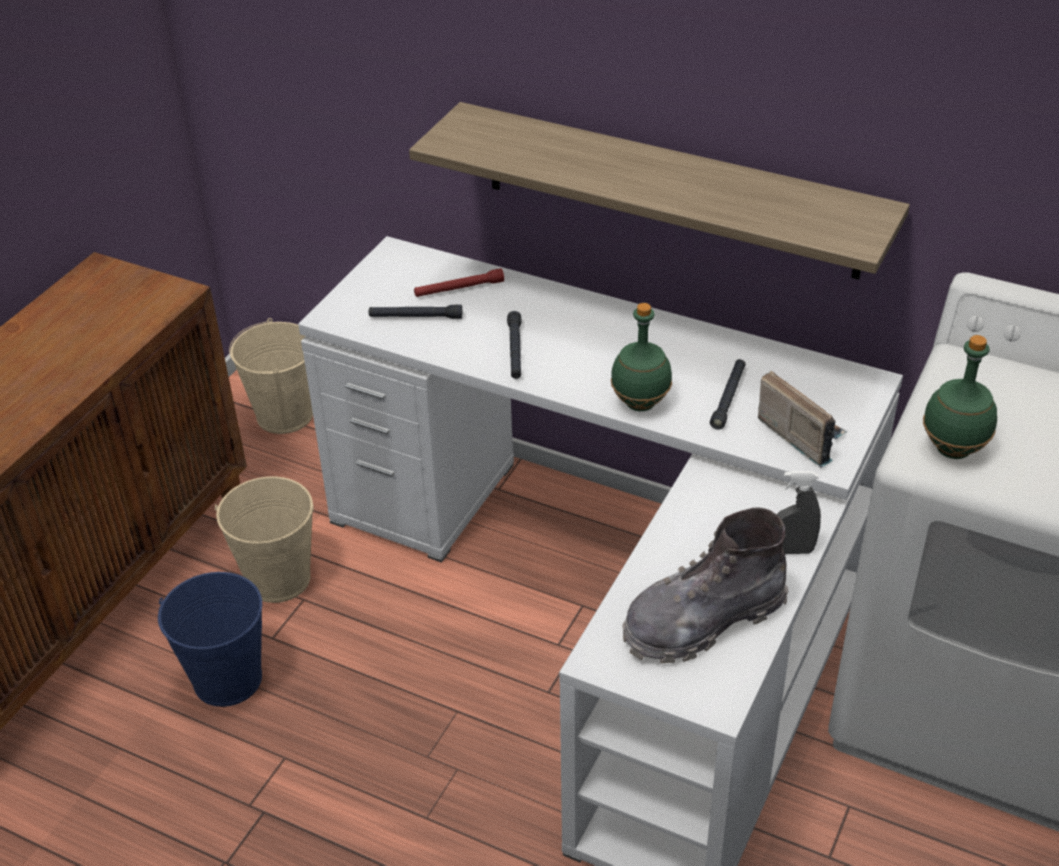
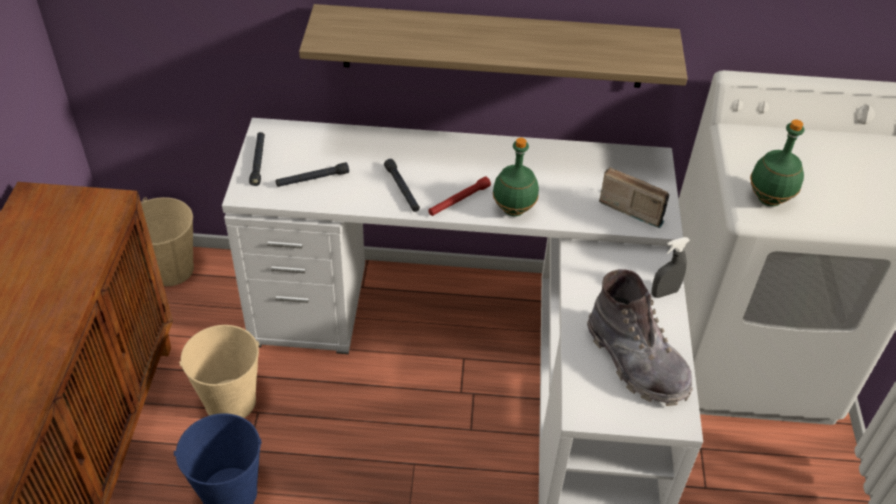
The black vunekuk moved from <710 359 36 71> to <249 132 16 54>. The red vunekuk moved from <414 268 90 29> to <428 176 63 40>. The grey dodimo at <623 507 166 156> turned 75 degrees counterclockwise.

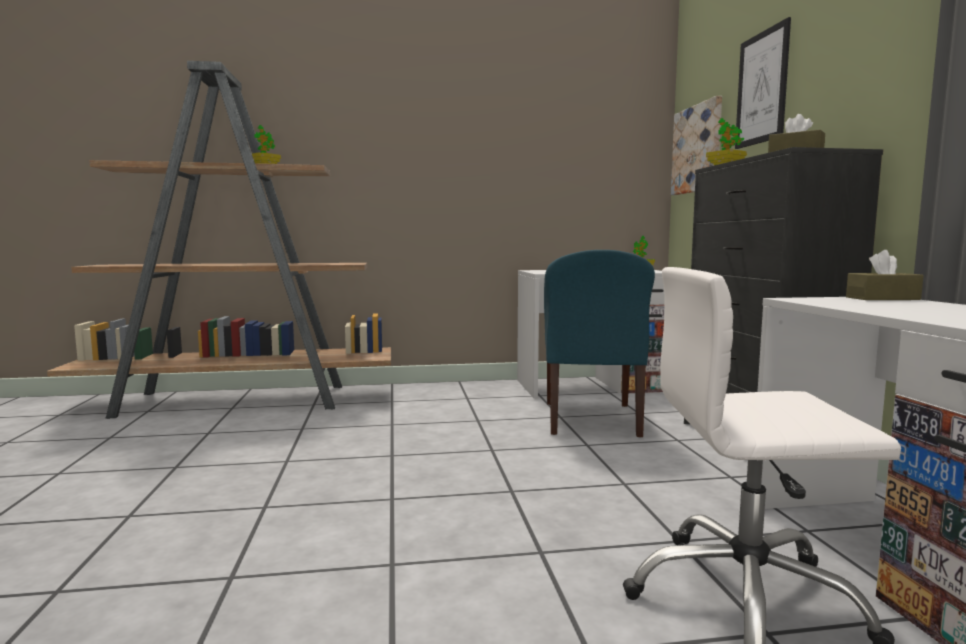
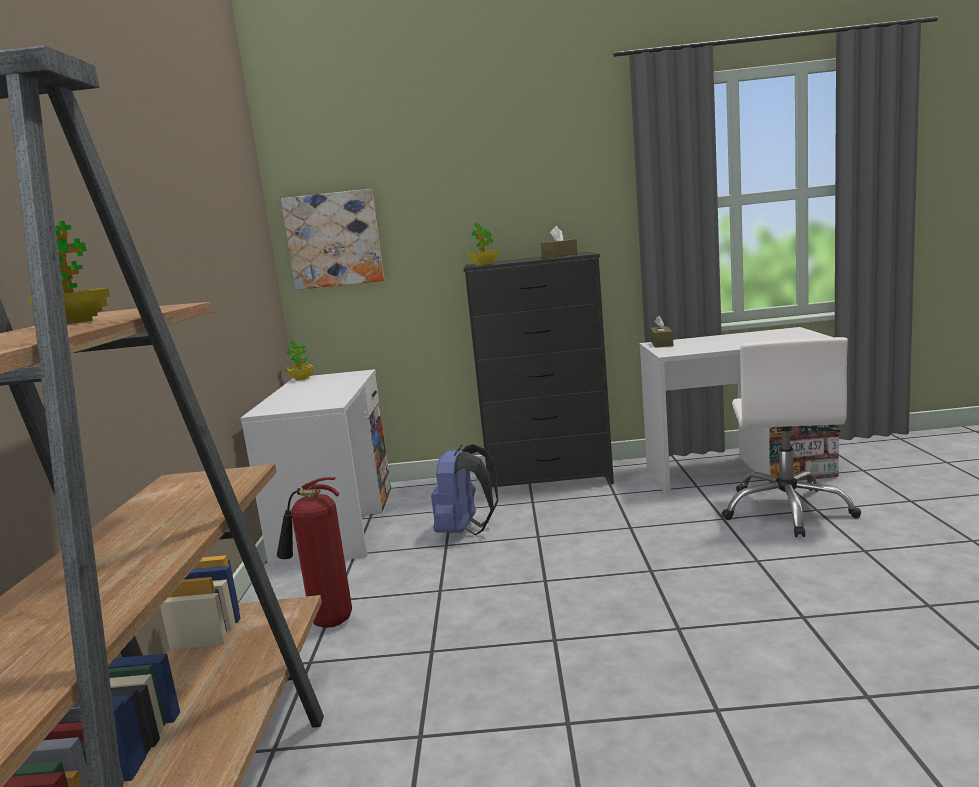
The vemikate at <277 477 75 151> appeared. The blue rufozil at <544 250 111 188> was replaced by the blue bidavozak at <431 444 67 92>. The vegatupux at <735 17 56 132> disappeared.

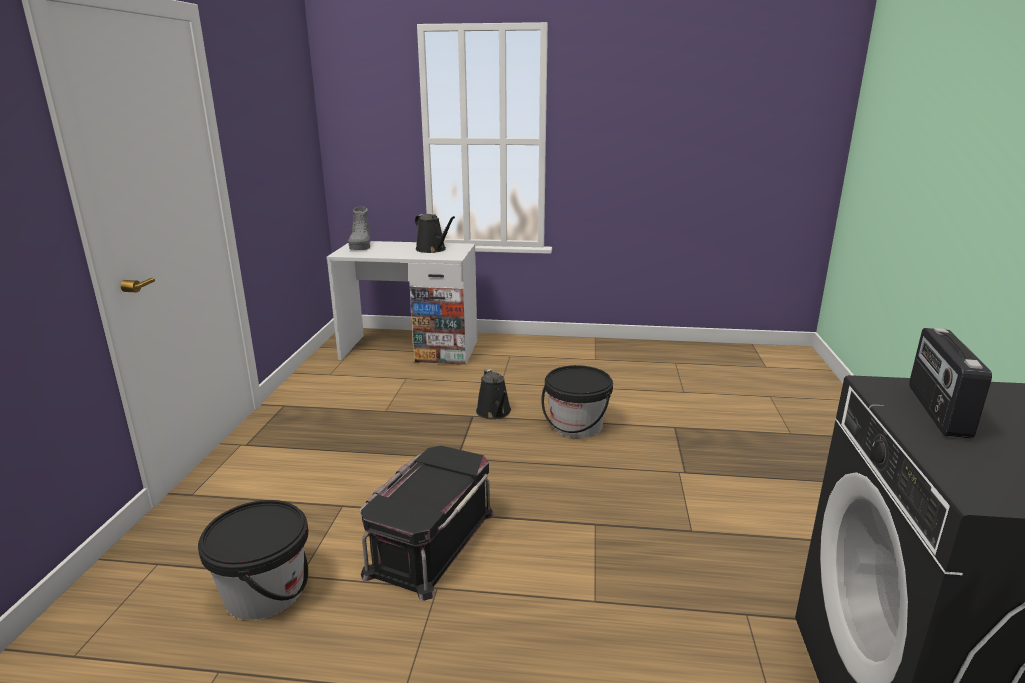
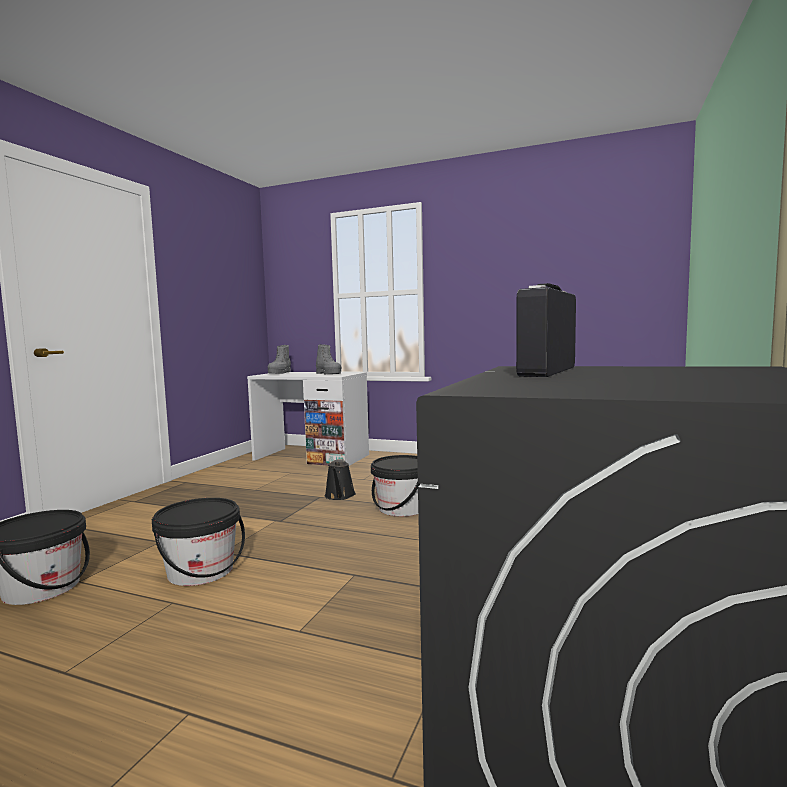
The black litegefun at <359 446 136 155> was replaced by the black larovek at <152 498 93 88>. The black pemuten at <415 214 40 39> was replaced by the grey dodimo at <316 344 25 30>.

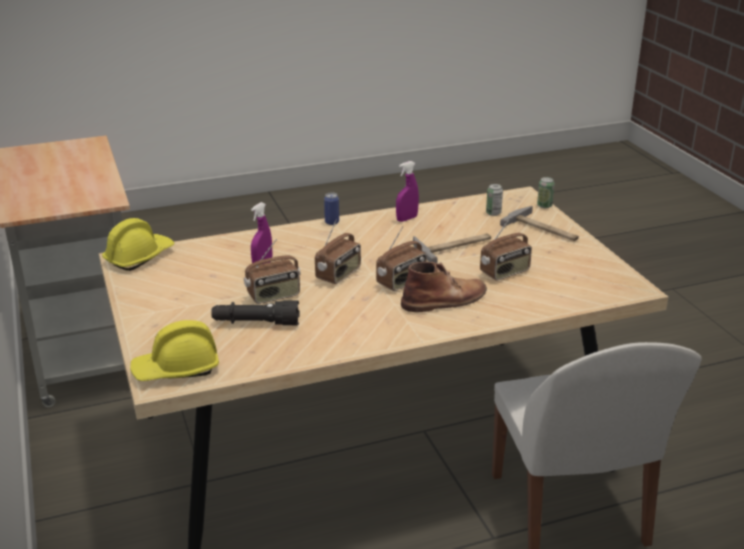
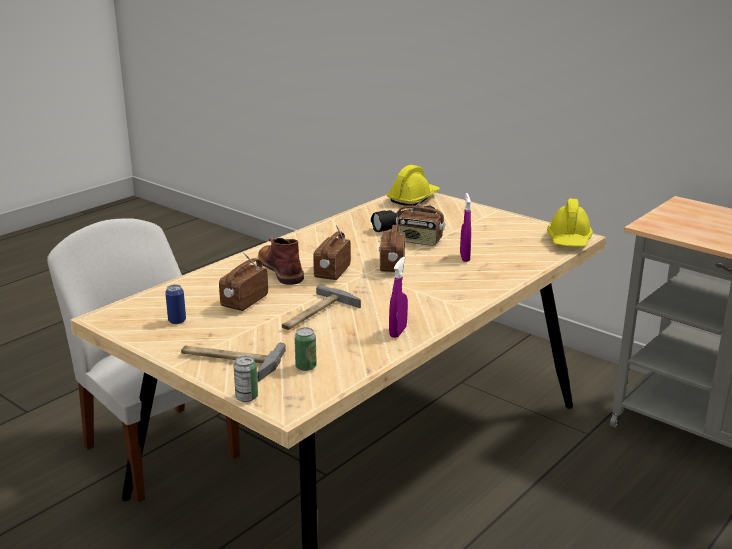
The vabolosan moved from <324 192 15 33> to <165 284 21 40>. The brown dodimo at <401 262 86 50> turned 120 degrees clockwise. The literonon at <244 239 56 65> turned 105 degrees counterclockwise.

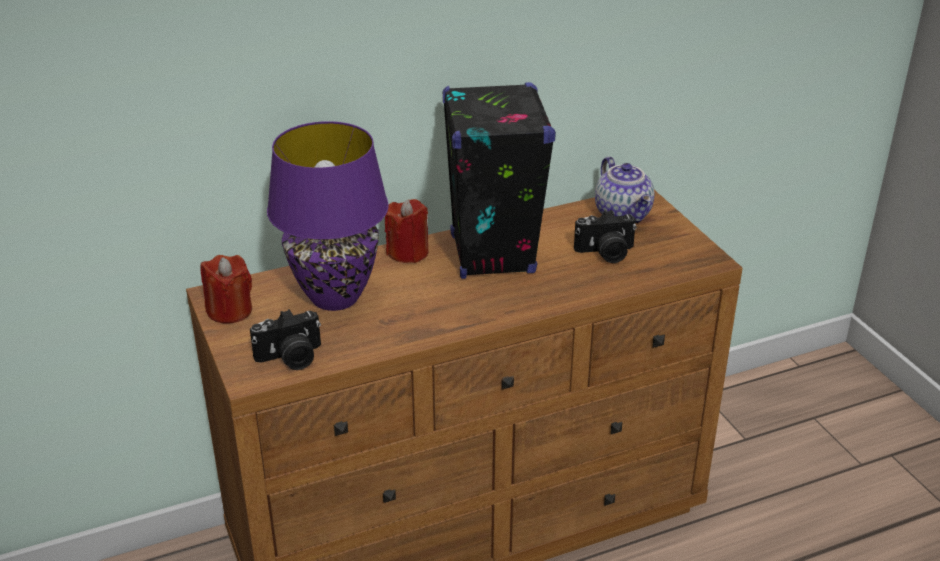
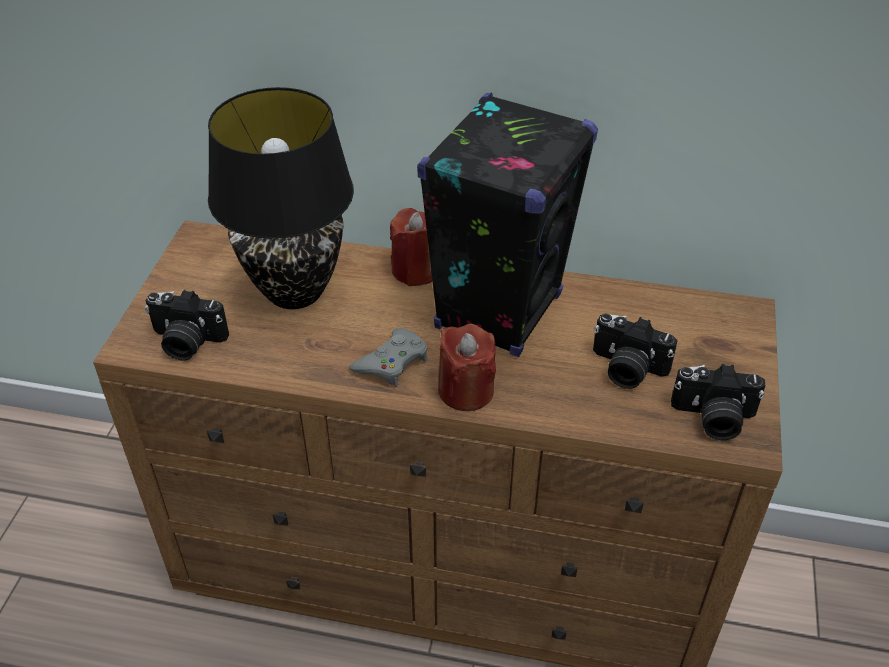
The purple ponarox at <267 121 122 190> became the black ponarox at <208 87 146 222>. The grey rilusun at <349 328 79 58> appeared. The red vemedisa moved from <201 255 51 69> to <438 324 58 87>. The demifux at <671 364 94 76> appeared. The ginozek at <595 156 59 67> disappeared.

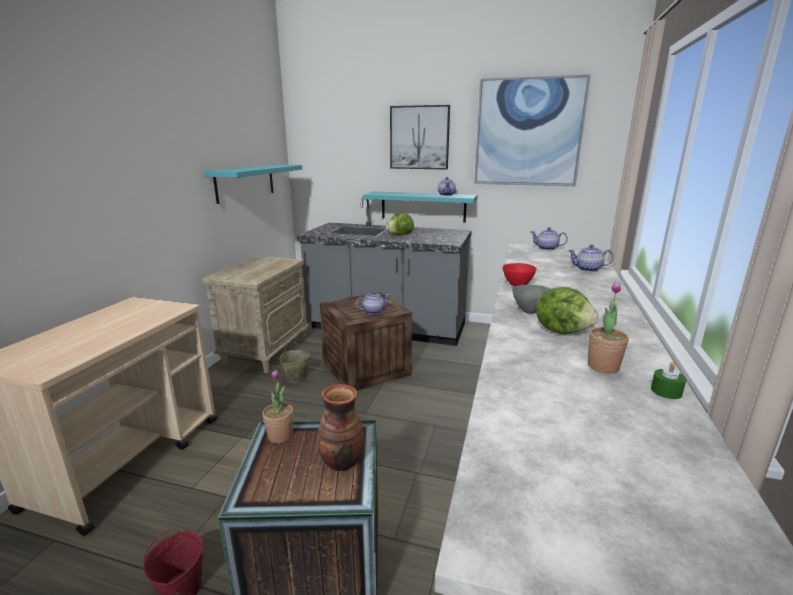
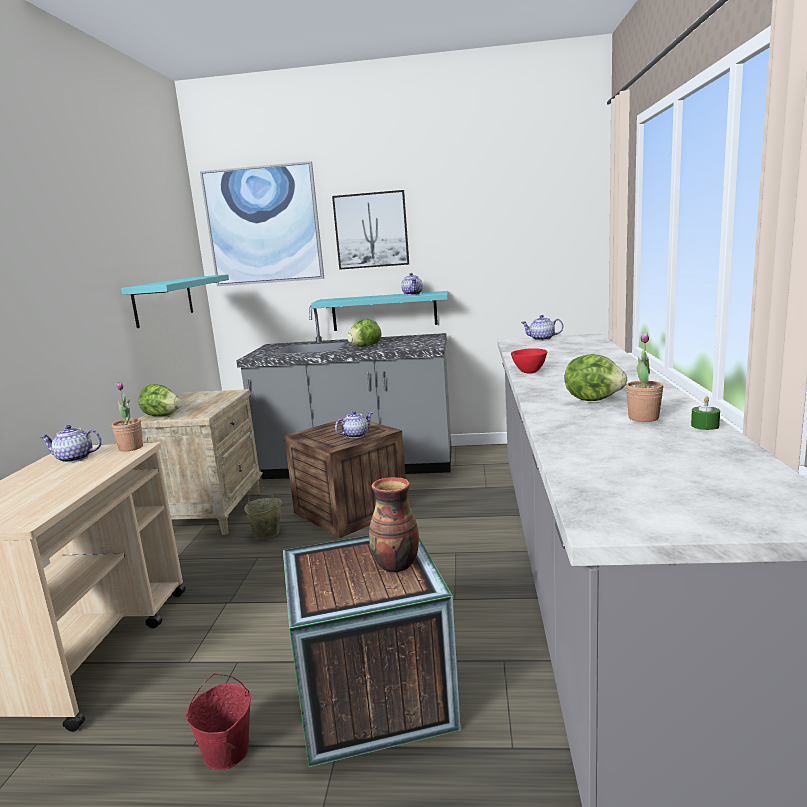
The ginozek moved from <568 244 46 28> to <40 425 62 38>. The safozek moved from <262 370 31 73> to <112 382 31 70>. The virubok at <138 384 43 32> appeared. The vegatupux moved from <474 74 117 112> to <200 161 124 125>. The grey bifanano at <512 285 38 29> disappeared.

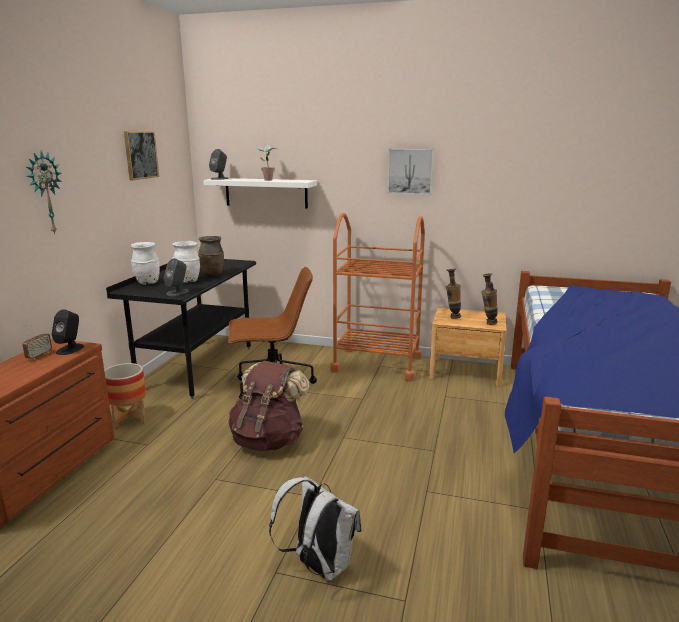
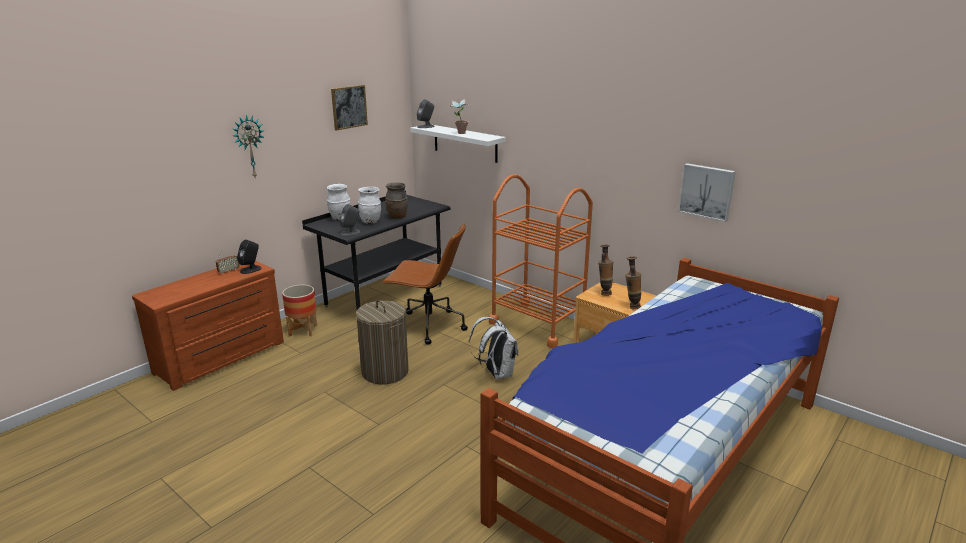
The brown bidavozak at <228 361 82 91> was replaced by the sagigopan at <356 300 53 84>. The white bidavozak moved from <269 476 93 105> to <469 317 49 62>. The vegatupux moved from <388 149 46 46> to <678 163 58 59>.

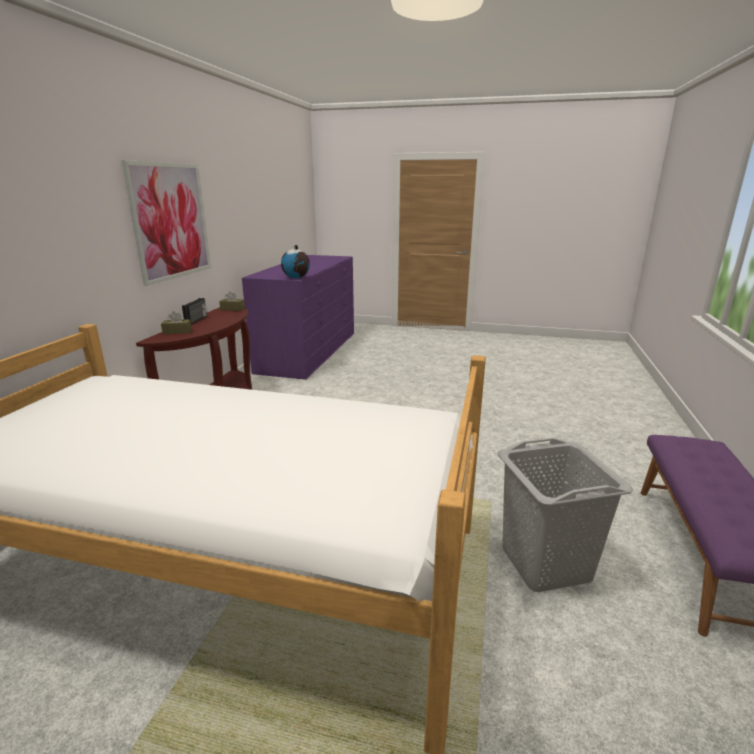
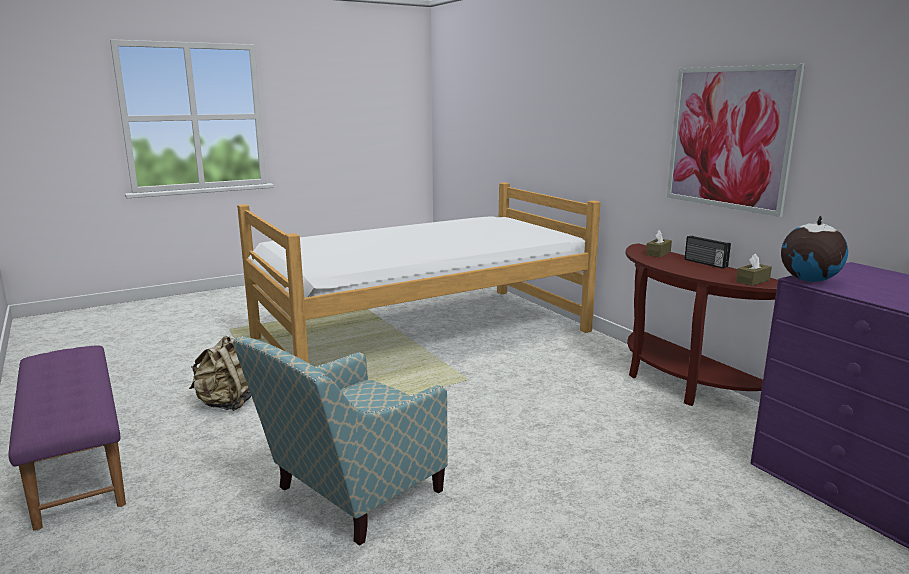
The grey sagigopan at <498 438 136 154> was replaced by the beige bidavozak at <189 336 62 75>. The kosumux at <233 336 215 210> appeared.

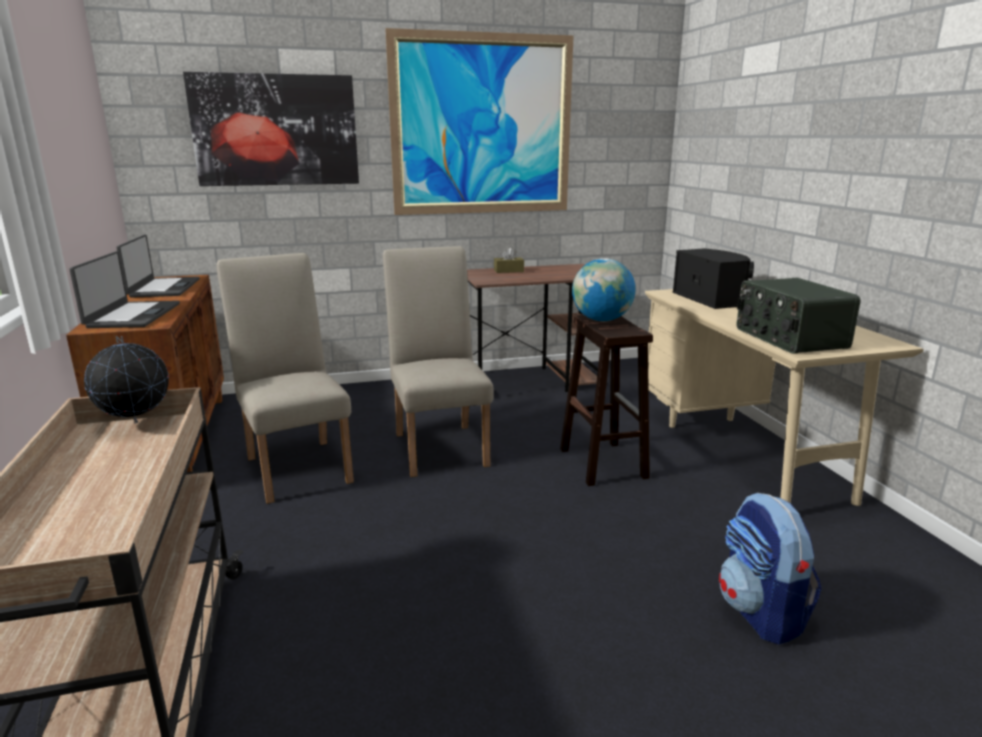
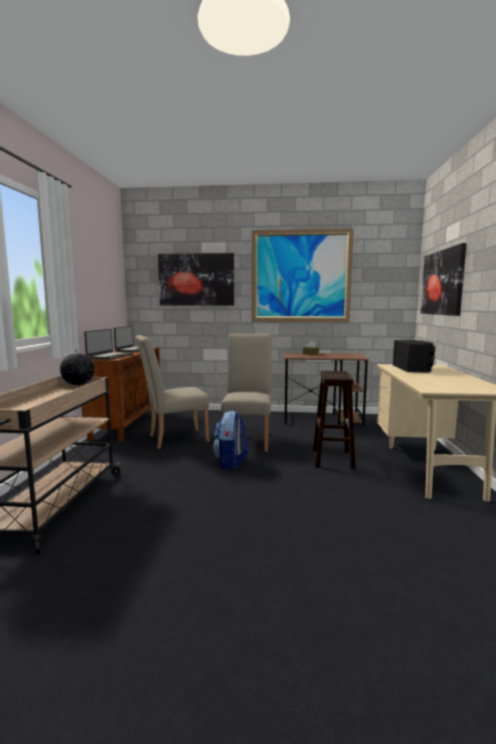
The beige rufozil at <216 253 138 251> turned 105 degrees counterclockwise. The bidavozak moved from <719 493 103 152> to <213 410 35 59>. The vegatupux at <421 243 46 73> appeared. The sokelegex at <572 258 64 63> disappeared. The literonon at <736 278 125 76> disappeared.

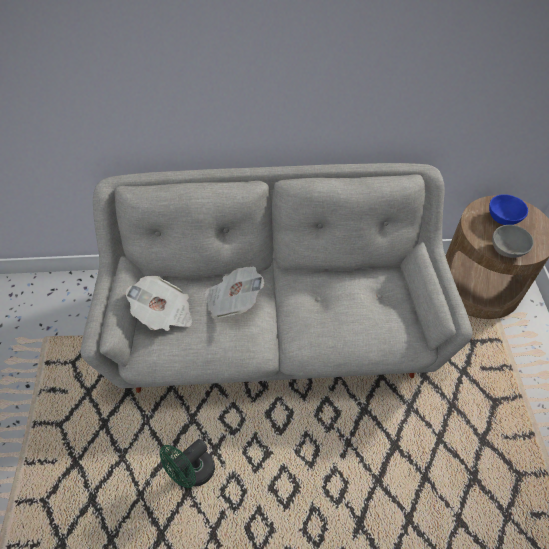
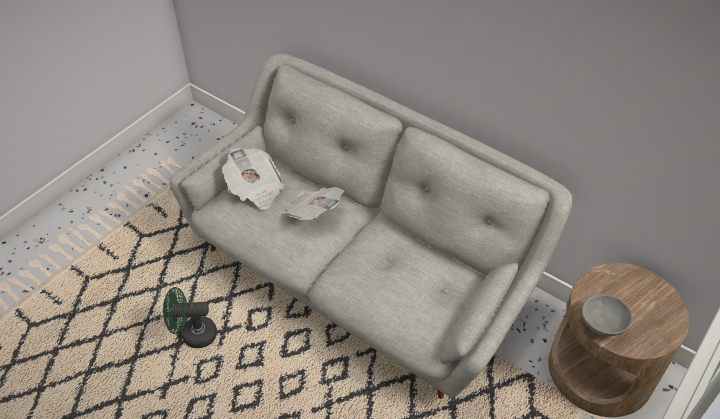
The blue bifanano at <489 194 39 31> disappeared.

